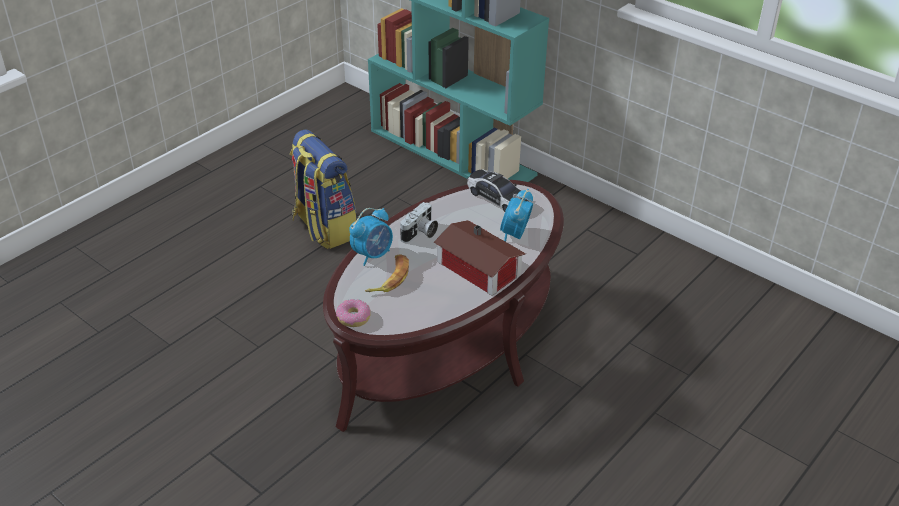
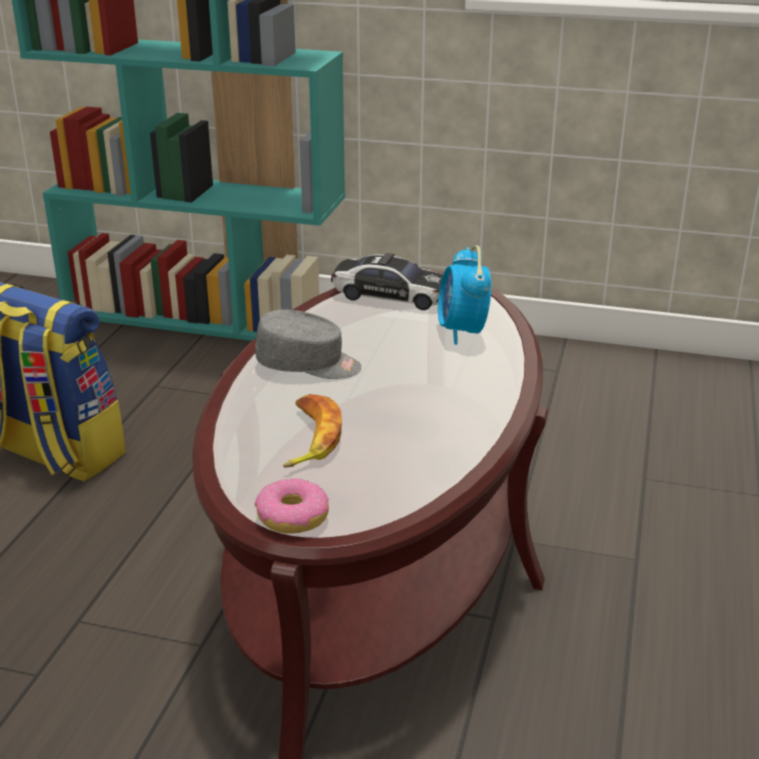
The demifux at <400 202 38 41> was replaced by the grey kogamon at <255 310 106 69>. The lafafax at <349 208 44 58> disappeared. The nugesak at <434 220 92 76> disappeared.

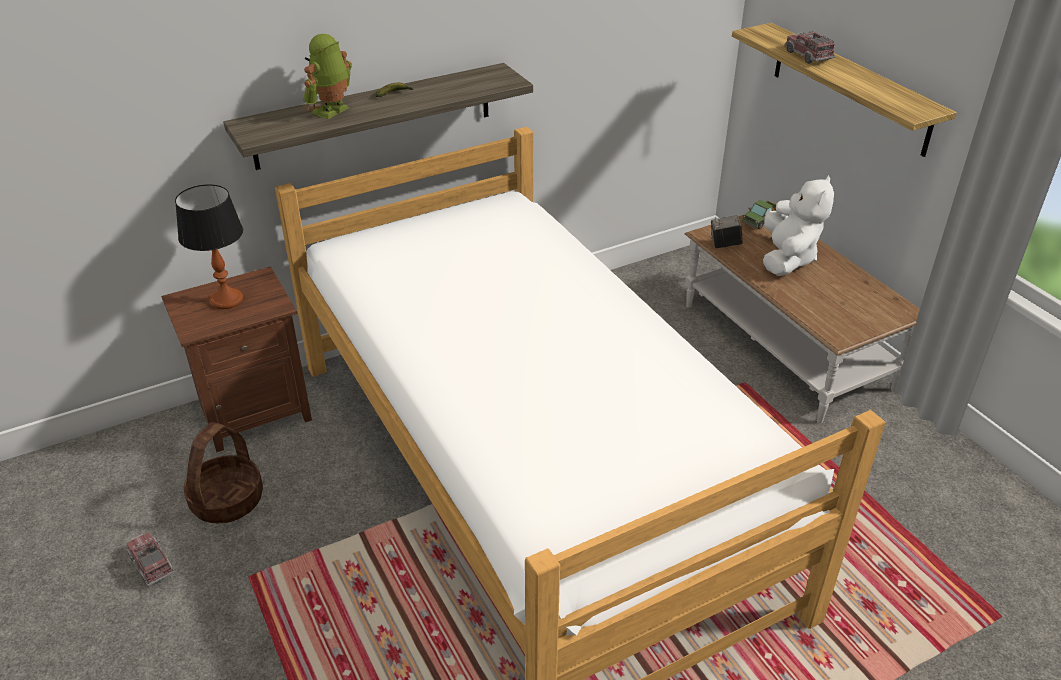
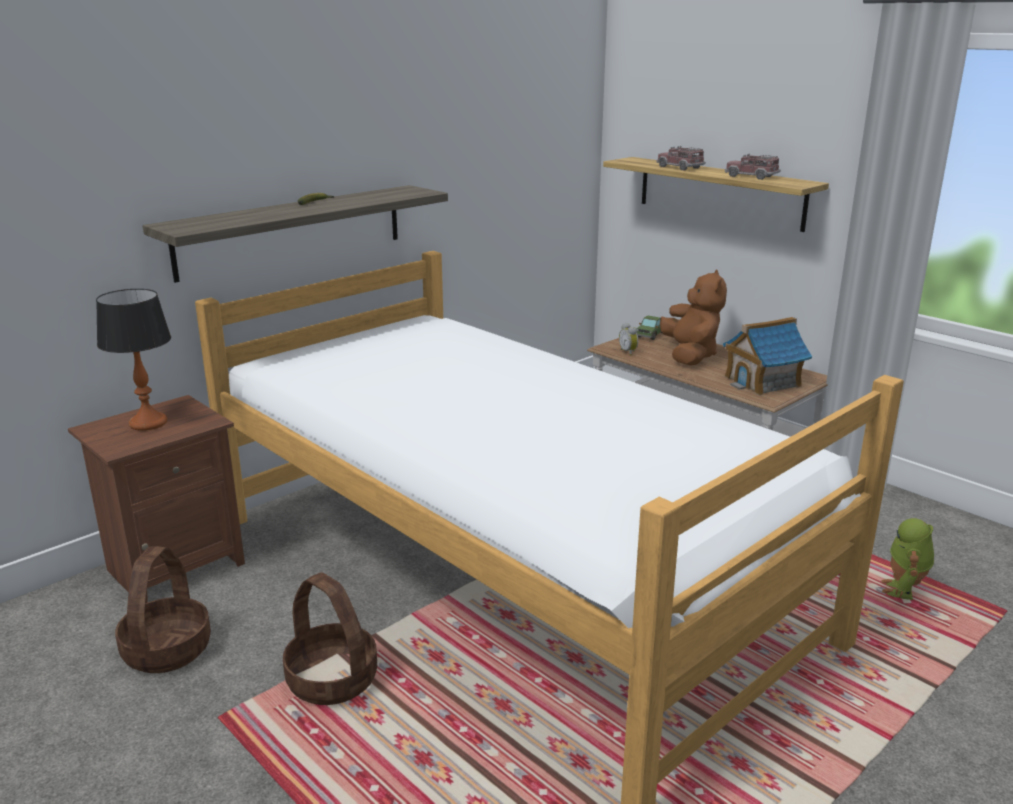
The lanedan at <283 572 94 133> appeared. The demifux at <711 215 32 33> was replaced by the lafafax at <619 323 19 33>. The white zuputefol at <763 175 71 101> became the brown zuputefol at <660 270 67 96>. The nugesak at <723 317 90 78> appeared. The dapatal moved from <126 532 49 54> to <725 154 56 26>. The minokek moved from <303 34 49 85> to <881 518 53 82>.

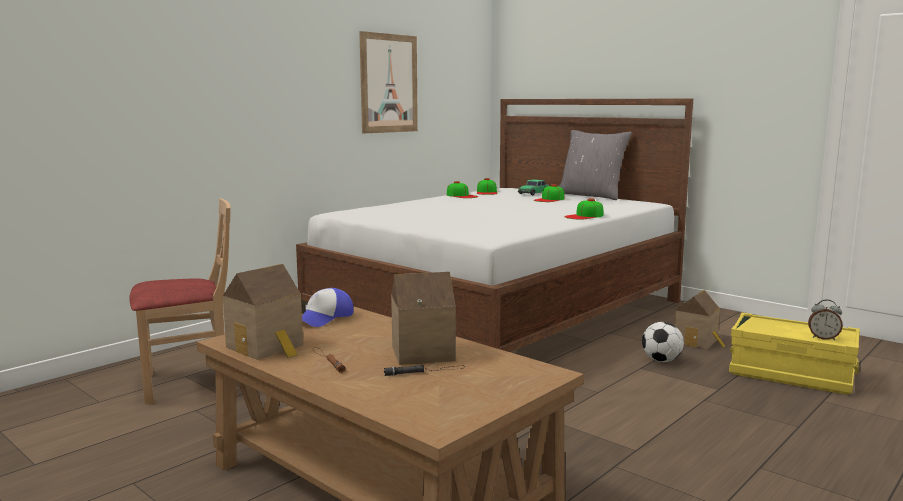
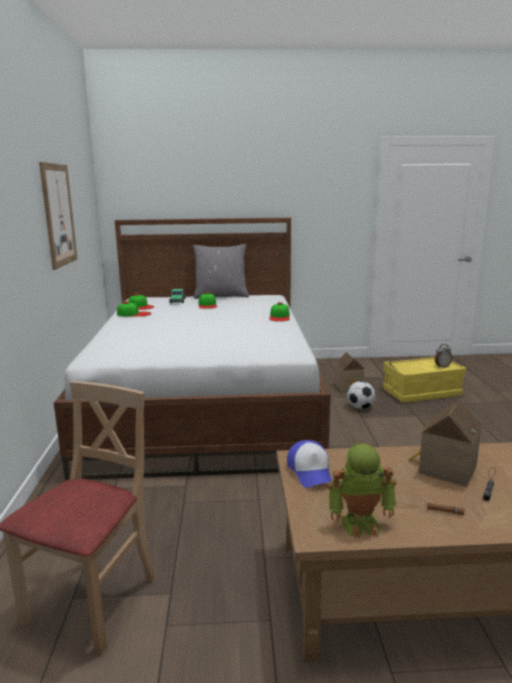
The nugesak at <223 264 80 96> was replaced by the minokek at <327 443 69 96>.

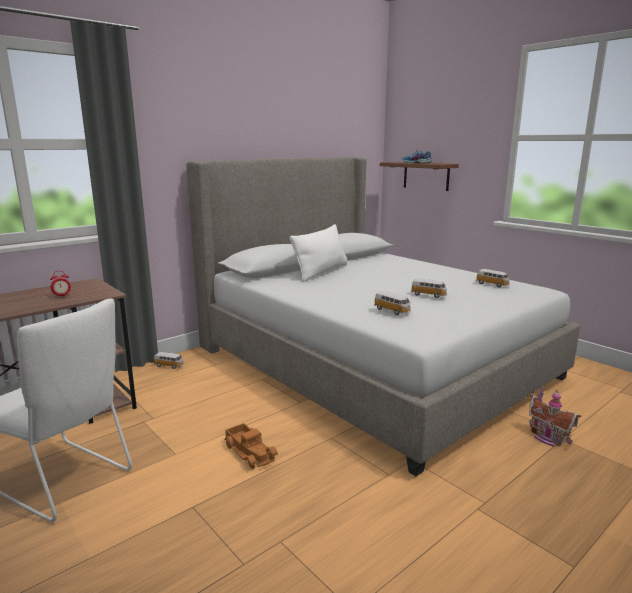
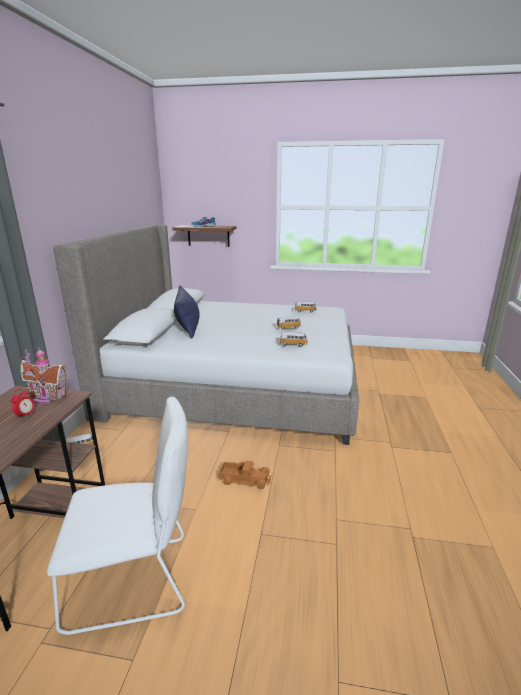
The nugesak moved from <529 387 53 60> to <19 348 50 55>. The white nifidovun at <290 224 58 58> became the blue nifidovun at <174 285 26 54>.

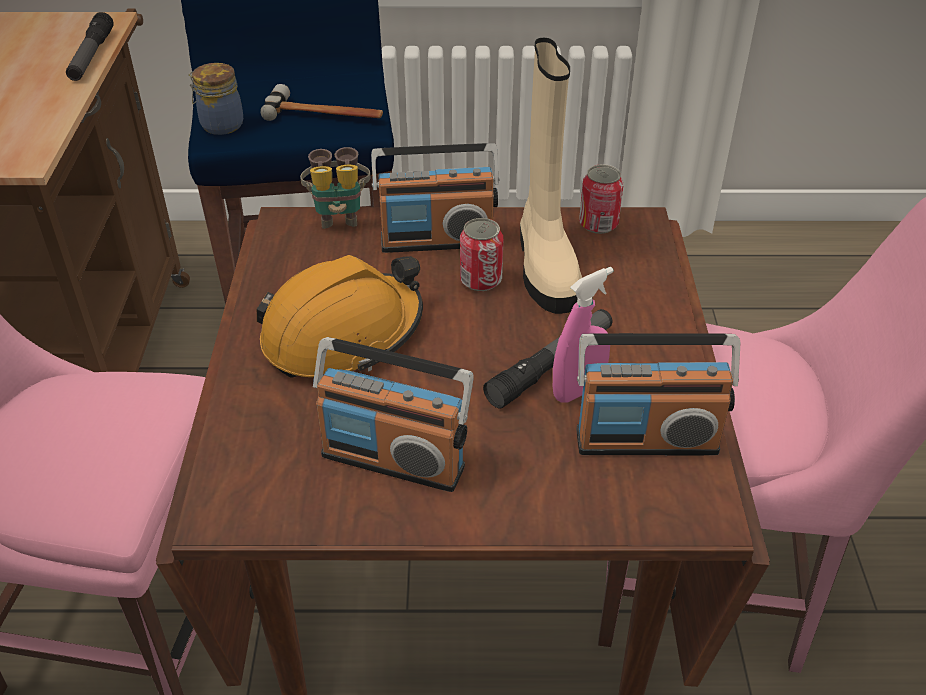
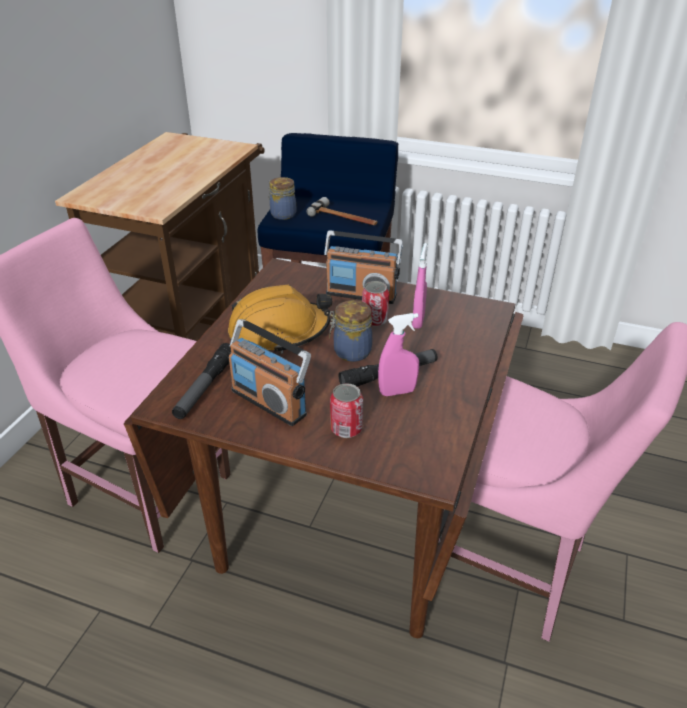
The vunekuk moved from <66 12 48 69> to <172 343 59 76>. The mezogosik at <329 300 43 62> appeared. The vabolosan moved from <579 164 45 70> to <330 383 33 55>. The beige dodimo at <520 38 62 276> was replaced by the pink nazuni at <412 243 15 86>. The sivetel at <300 147 71 82> disappeared. The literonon at <577 333 163 122> disappeared.

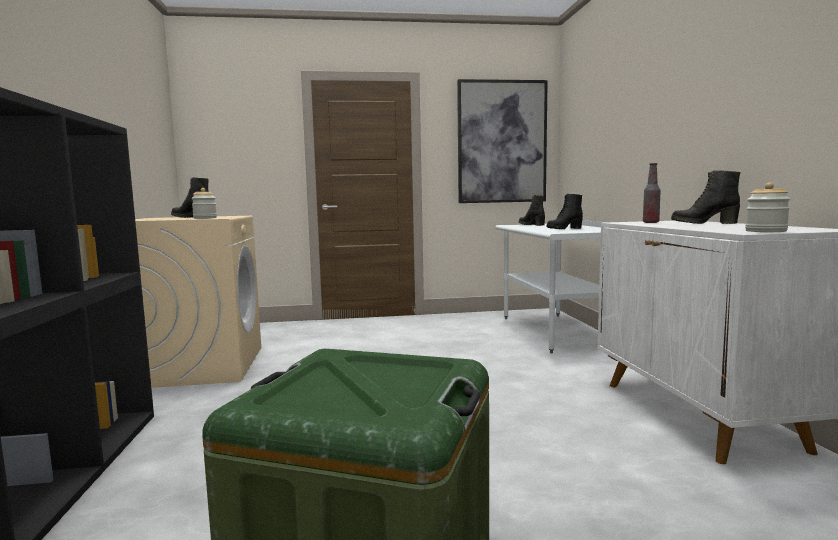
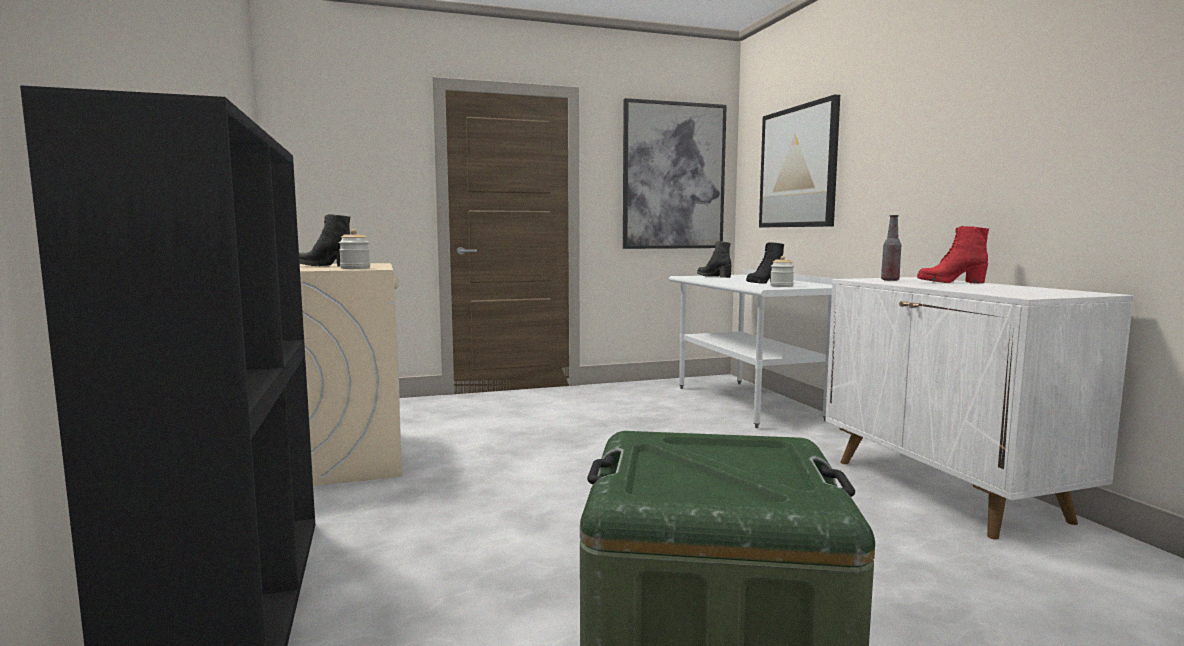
The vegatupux at <759 94 81 133> appeared. The mezogosik moved from <745 183 45 49> to <770 256 24 31>. The black dodimo at <671 170 69 54> became the red dodimo at <917 226 72 57>.

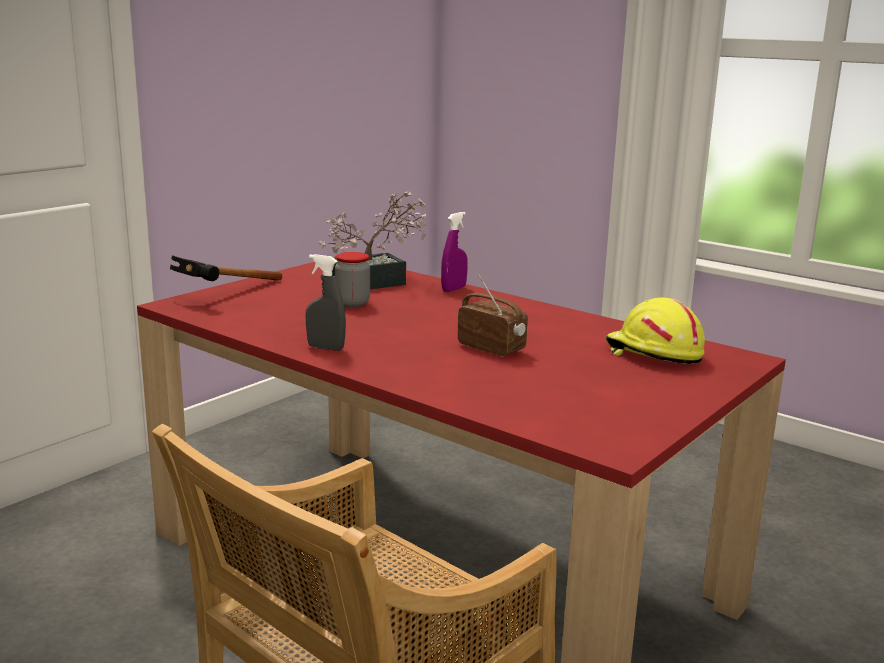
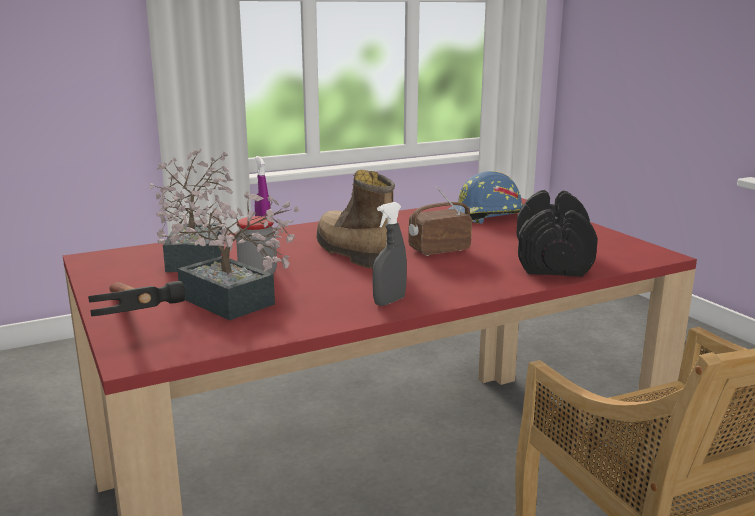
The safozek at <158 191 142 130> appeared. The dodimo at <316 170 79 99> appeared. The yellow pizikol at <606 297 99 67> became the blue pizikol at <448 171 75 53>. The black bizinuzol at <517 190 81 87> appeared.

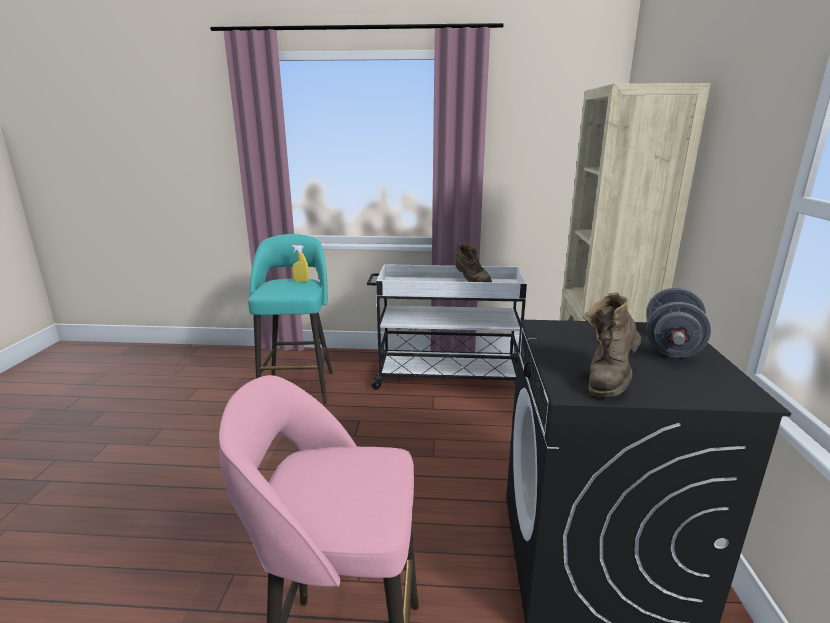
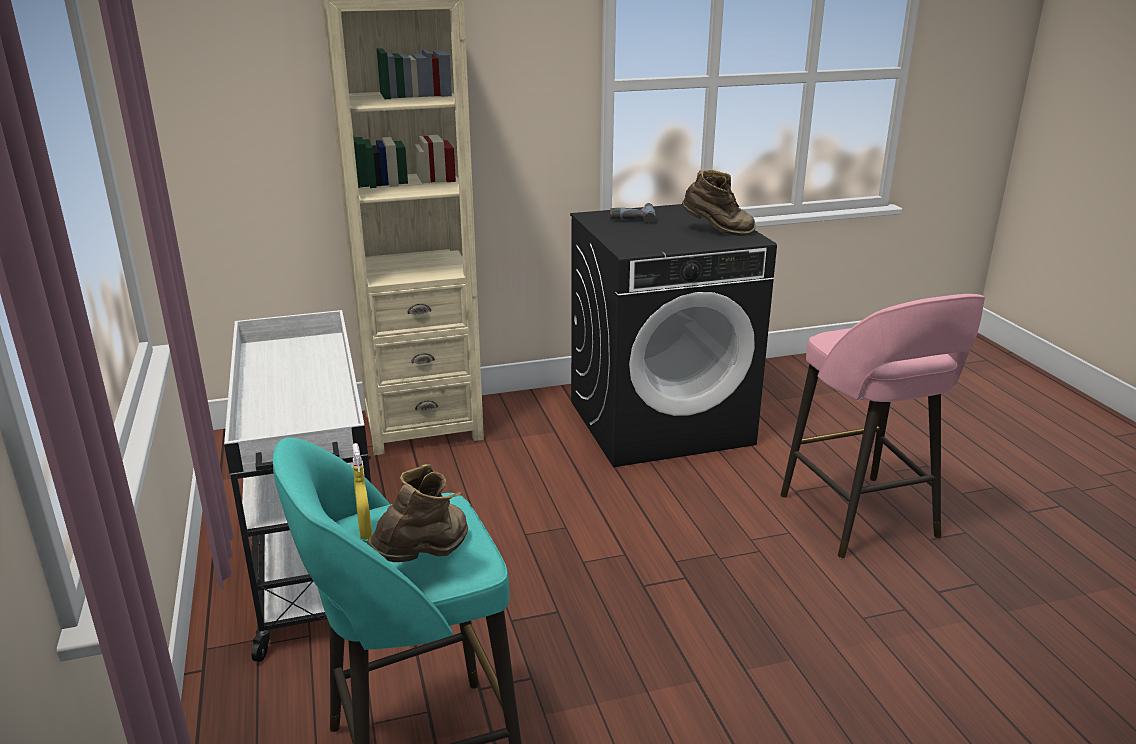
The brown dodimo moved from <455 243 37 39> to <367 464 101 98>. The grey bizinuzol at <646 288 65 69> was replaced by the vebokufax at <610 203 46 20>.

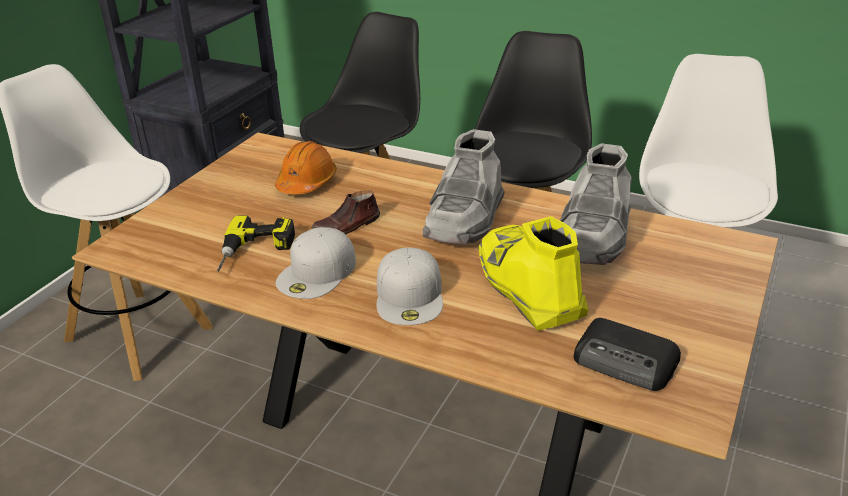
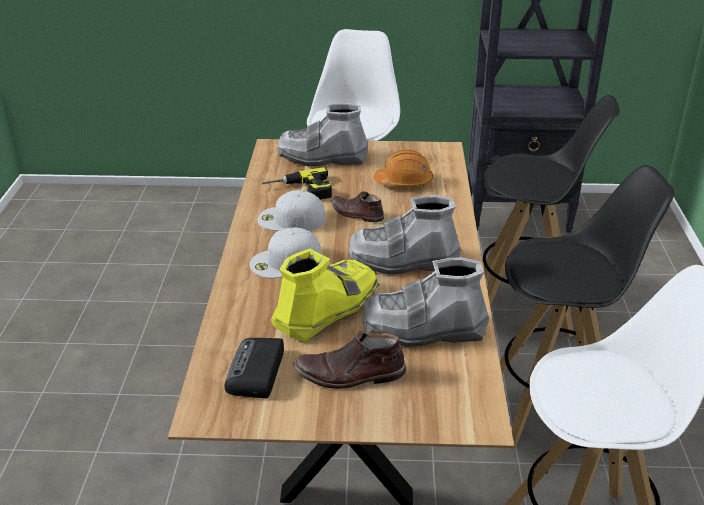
The grey dodimo at <278 103 90 63> appeared. The brown dodimo at <293 331 113 58> appeared.

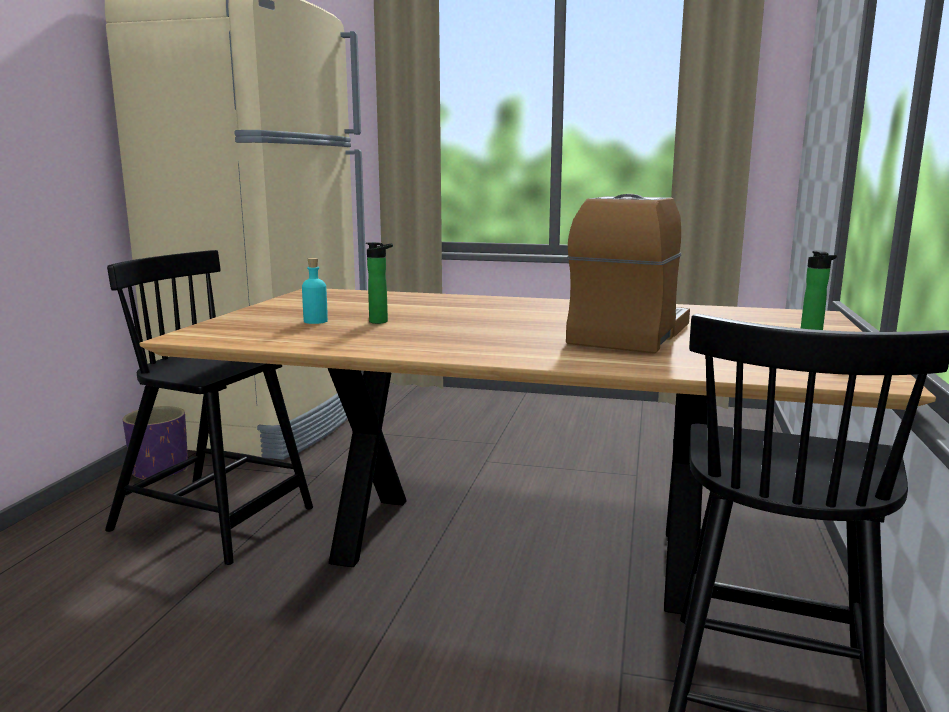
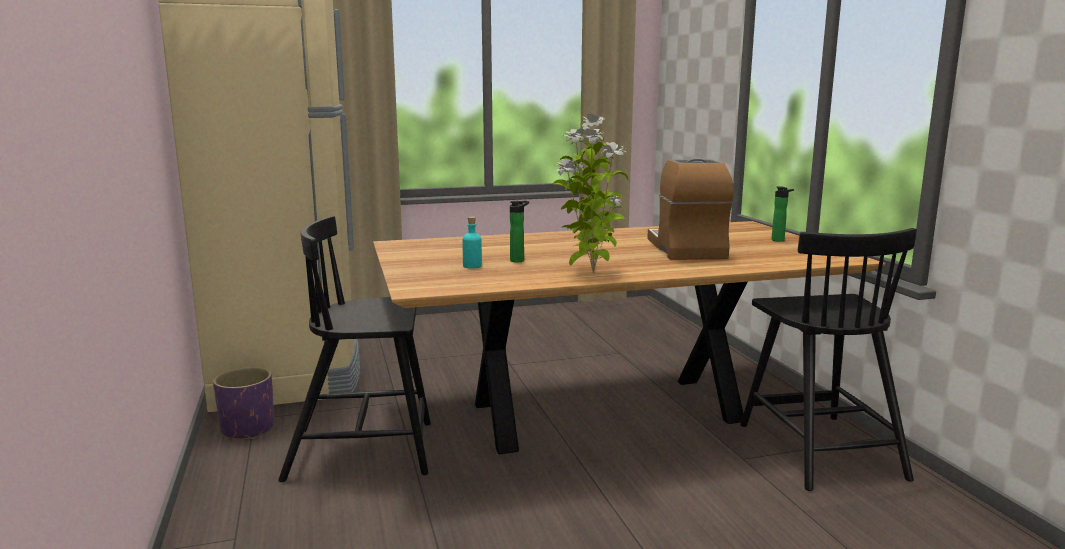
The safozek at <553 114 75 159> appeared.

